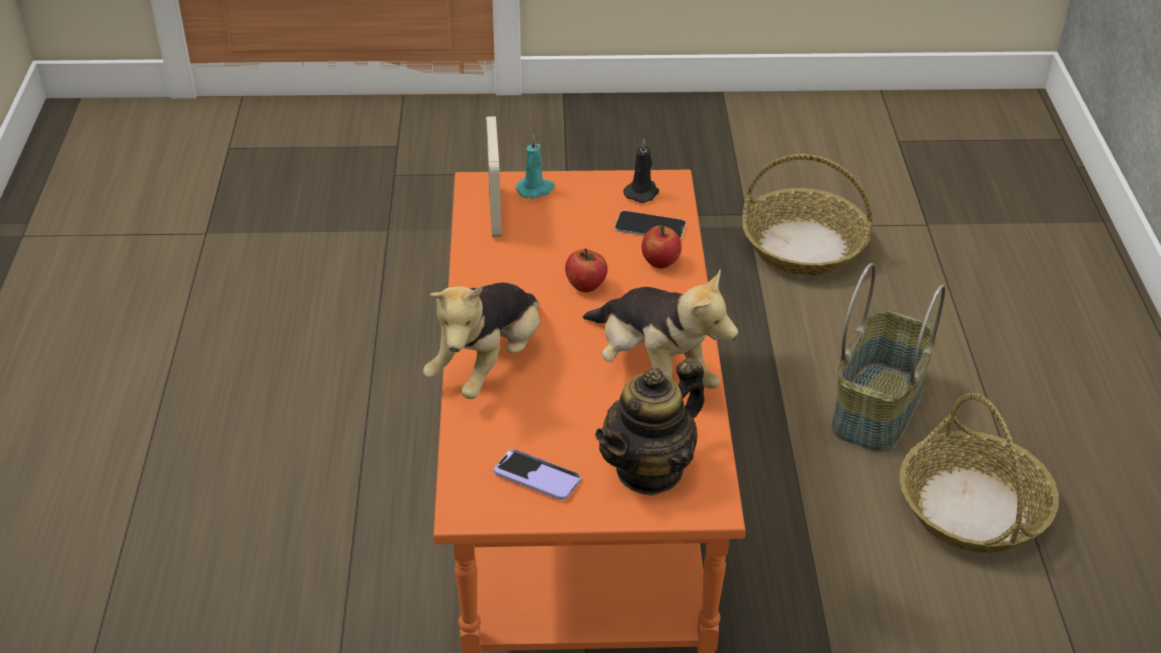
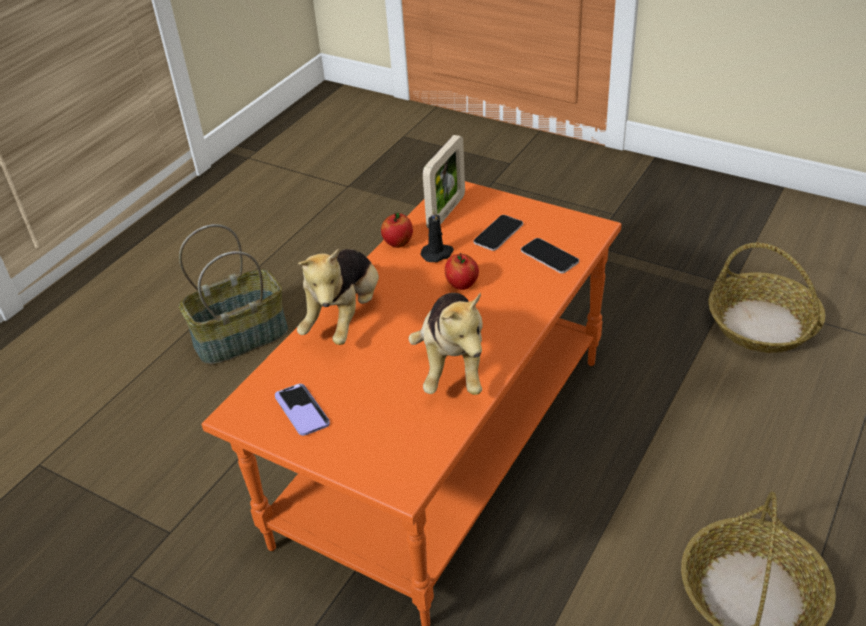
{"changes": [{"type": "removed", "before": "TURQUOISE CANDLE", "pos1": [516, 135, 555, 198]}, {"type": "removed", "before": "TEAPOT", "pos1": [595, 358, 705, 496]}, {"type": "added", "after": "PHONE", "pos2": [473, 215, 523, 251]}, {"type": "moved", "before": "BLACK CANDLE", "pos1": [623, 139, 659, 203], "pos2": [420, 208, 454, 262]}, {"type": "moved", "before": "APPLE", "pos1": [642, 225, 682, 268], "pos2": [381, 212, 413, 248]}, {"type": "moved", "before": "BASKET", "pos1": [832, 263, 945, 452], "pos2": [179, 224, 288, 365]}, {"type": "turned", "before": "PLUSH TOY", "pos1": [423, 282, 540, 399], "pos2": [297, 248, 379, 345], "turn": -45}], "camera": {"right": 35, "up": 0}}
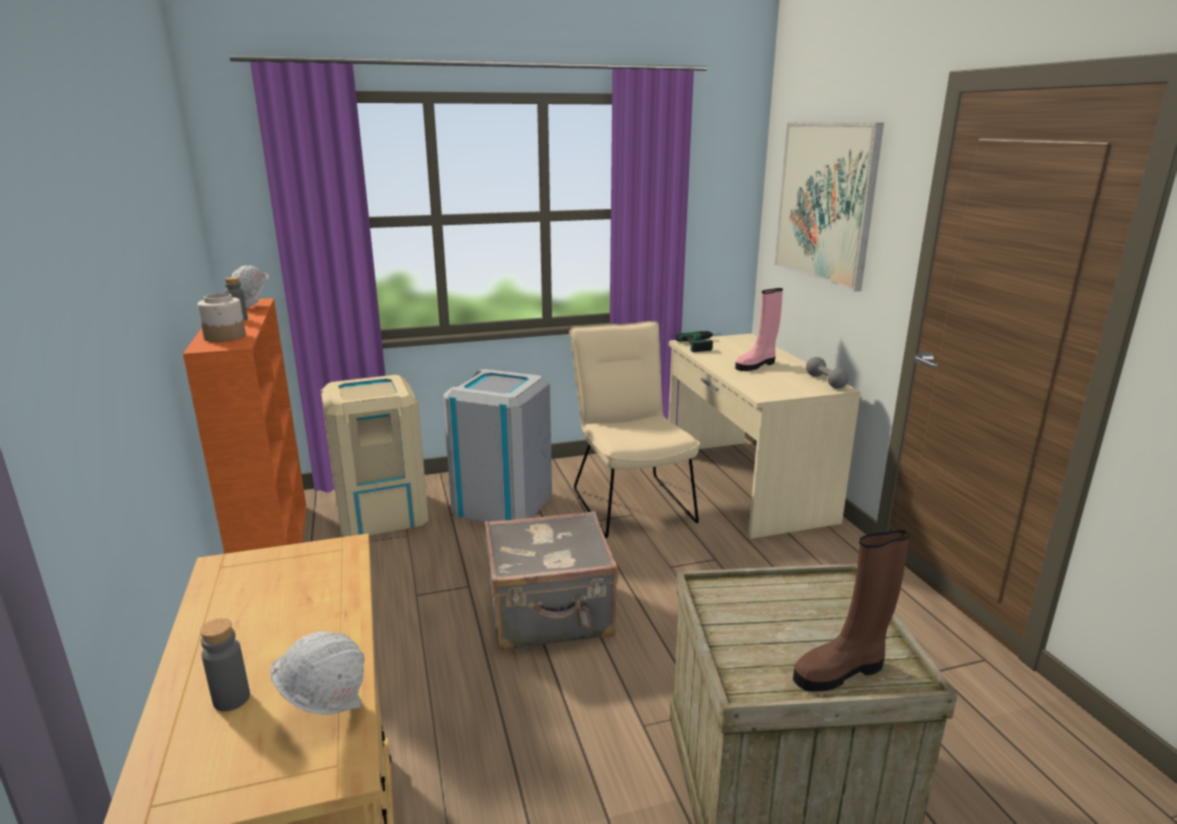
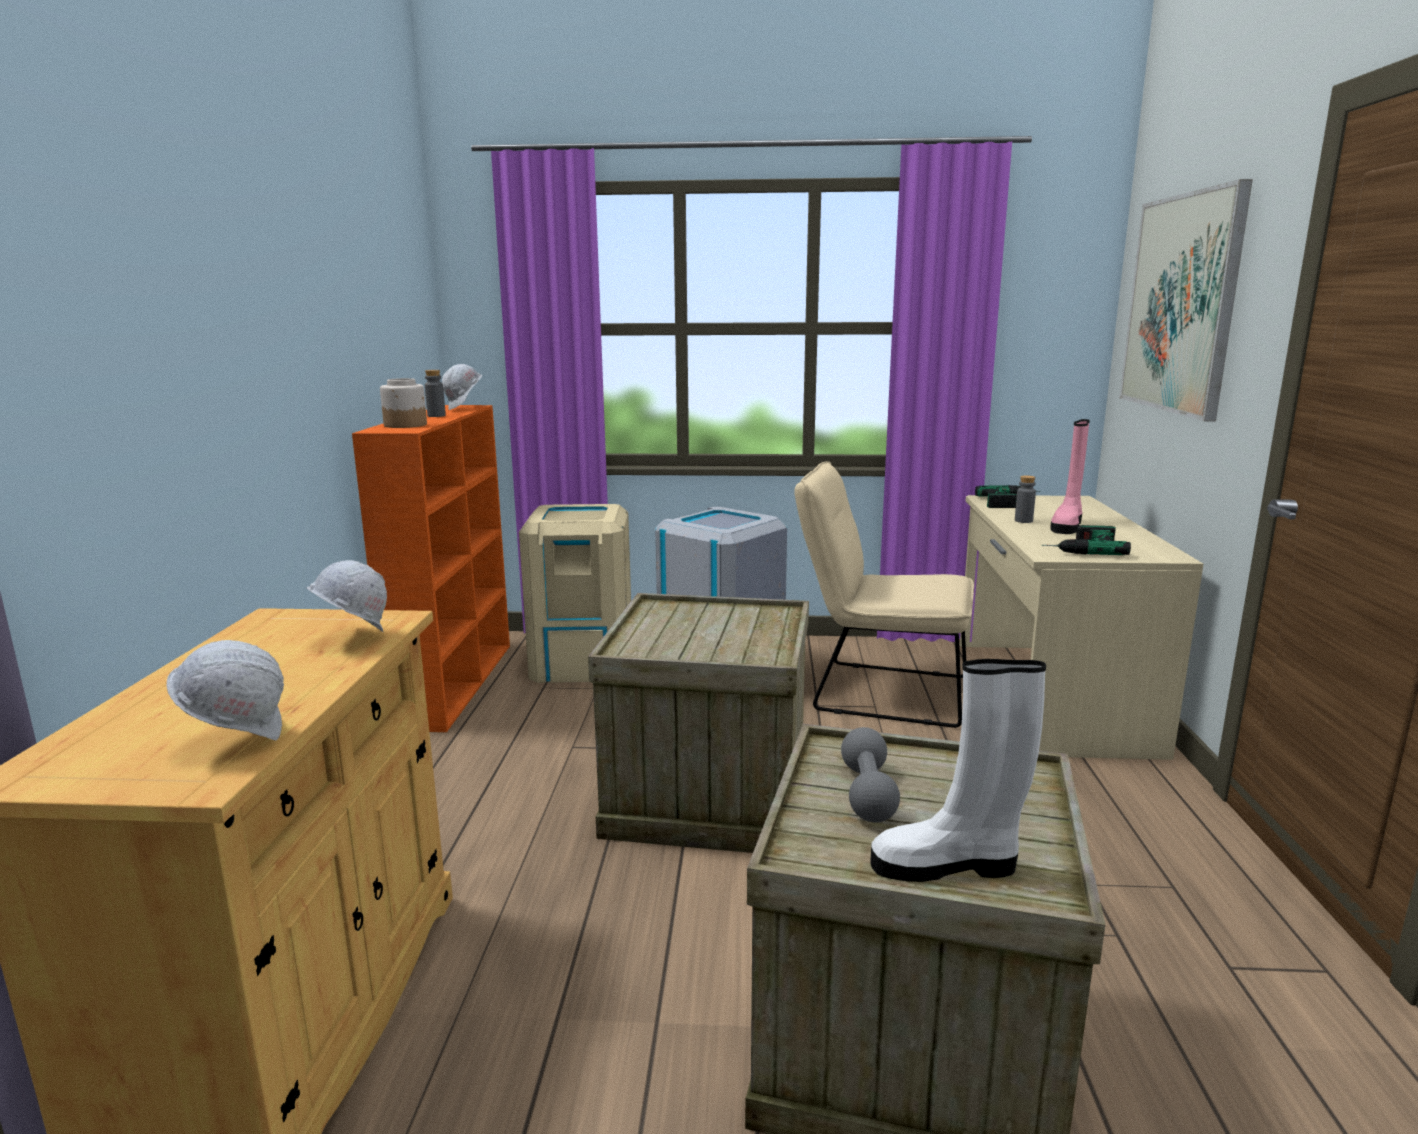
{"changes": [{"type": "added", "after": "WHITE HARD HAT", "pos2": [307, 560, 387, 632]}, {"type": "added", "after": "POWER DRILL", "pos2": [1042, 525, 1131, 555]}, {"type": "moved", "before": "GREY BOTTLE", "pos1": [200, 618, 250, 711], "pos2": [1015, 475, 1036, 523]}, {"type": "moved", "before": "GREY DUMBBELL", "pos1": [806, 357, 849, 389], "pos2": [841, 727, 900, 822]}, {"type": "replaced", "before": "GREY SUITCASE", "after": "CRATE", "pos1": [485, 511, 618, 651], "pos2": [588, 593, 809, 853]}, {"type": "recoloured", "before": "BROWN BOOT", "after": "WHITE BOOT", "pos1": [793, 530, 909, 692], "pos2": [870, 659, 1046, 882]}, {"type": "turned", "before": "BEIGE CHAIR", "pos1": [569, 321, 700, 538], "pos2": [794, 461, 974, 728], "turn": -75}, {"type": "turned", "before": "PINK BOOT", "pos1": [735, 288, 783, 371], "pos2": [1050, 419, 1090, 534], "turn": -45}], "camera": {"right": 20, "up": -5}}
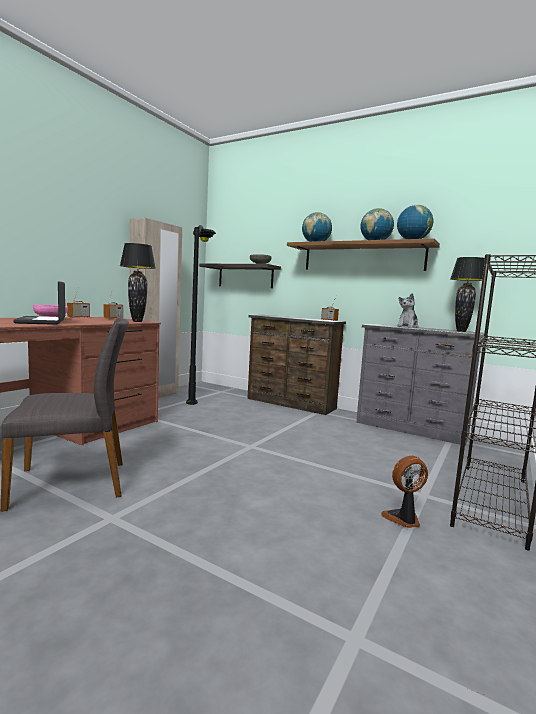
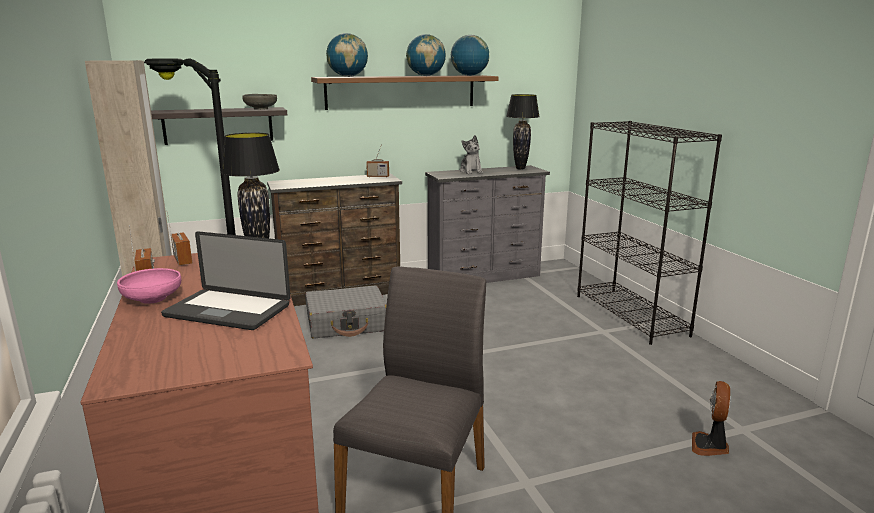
{"changes": [{"type": "added", "after": "GREY SUITCASE", "pos2": [305, 286, 387, 339]}, {"type": "moved", "before": "FAN", "pos1": [381, 456, 428, 528], "pos2": [692, 381, 730, 456]}], "camera": {"right": -50, "up": 10}}
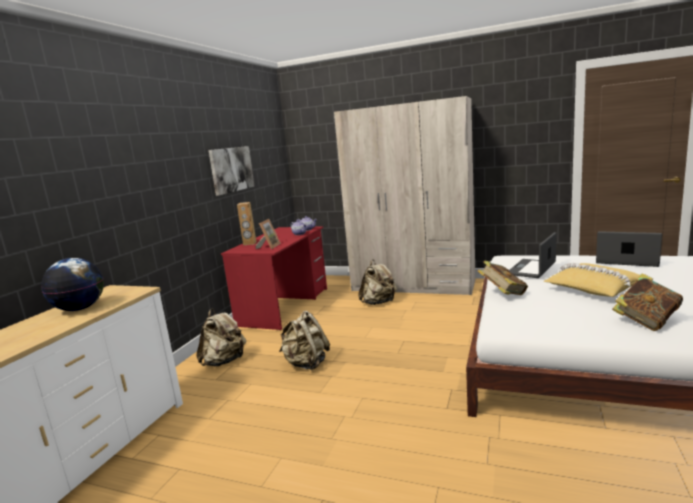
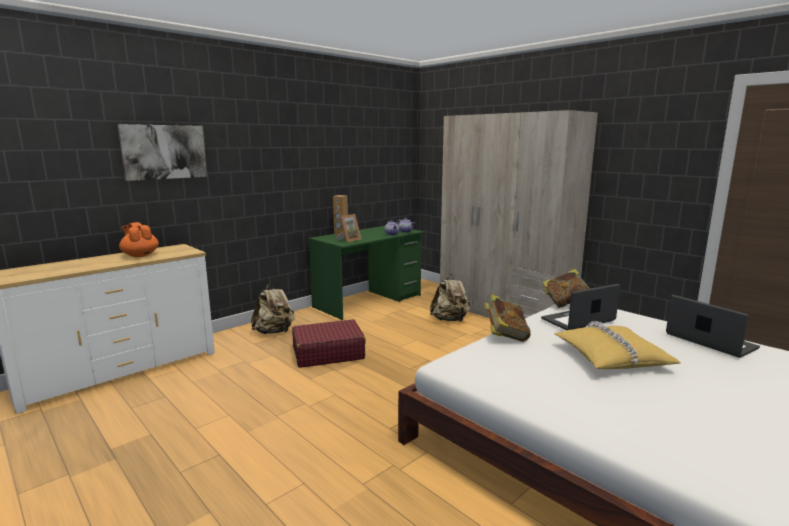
{"changes": [{"type": "moved", "before": "PICTURE", "pos1": [208, 146, 255, 196], "pos2": [117, 124, 207, 181]}, {"type": "moved", "before": "BOOK", "pos1": [612, 273, 683, 331], "pos2": [542, 269, 590, 308]}, {"type": "replaced", "before": "GLOBE", "after": "ORANGE TEAPOT", "pos1": [41, 258, 104, 311], "pos2": [119, 222, 159, 257]}, {"type": "replaced", "before": "BEIGE BACKPACK", "after": "RED SUITCASE", "pos1": [279, 311, 330, 370], "pos2": [292, 319, 366, 368]}, {"type": "recoloured", "before": "RED DESK", "after": "GREEN DESK", "pos1": [221, 226, 327, 330], "pos2": [308, 226, 424, 320]}], "camera": {"right": 25, "up": 0}}
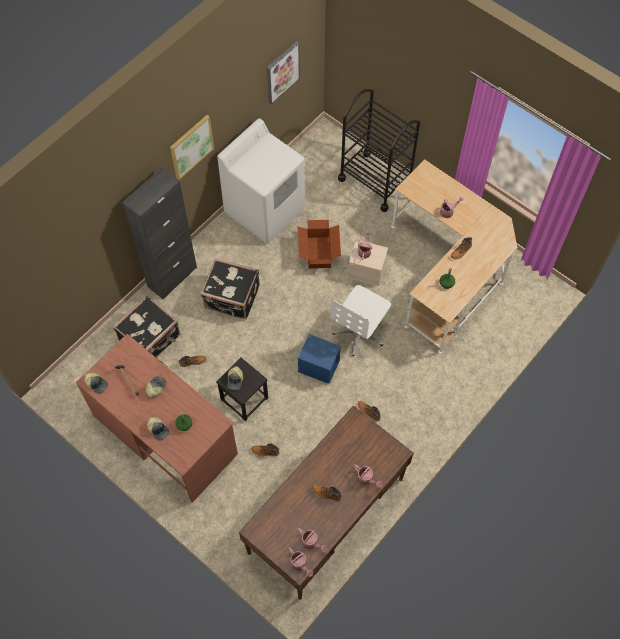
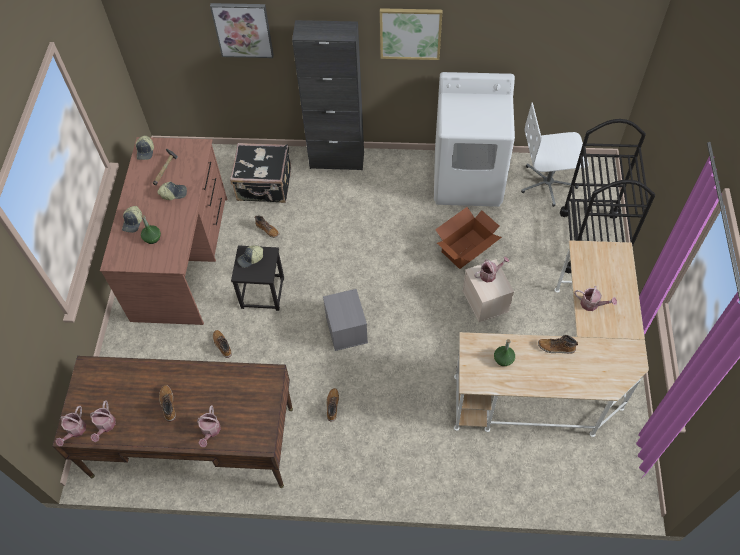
{"changes": [{"type": "removed", "before": "BLACK SUITCASE", "pos1": [201, 258, 260, 320]}, {"type": "moved", "before": "PICTURE", "pos1": [267, 41, 300, 104], "pos2": [210, 3, 274, 58]}, {"type": "moved", "before": "WHITE OFFICE CHAIR", "pos1": [330, 285, 391, 356], "pos2": [521, 103, 589, 207]}, {"type": "recoloured", "before": "BLUE STORAGE BOX", "after": "GREY STORAGE BOX", "pos1": [298, 334, 341, 384], "pos2": [323, 289, 368, 351]}], "camera": {"right": 55, "up": -5}}
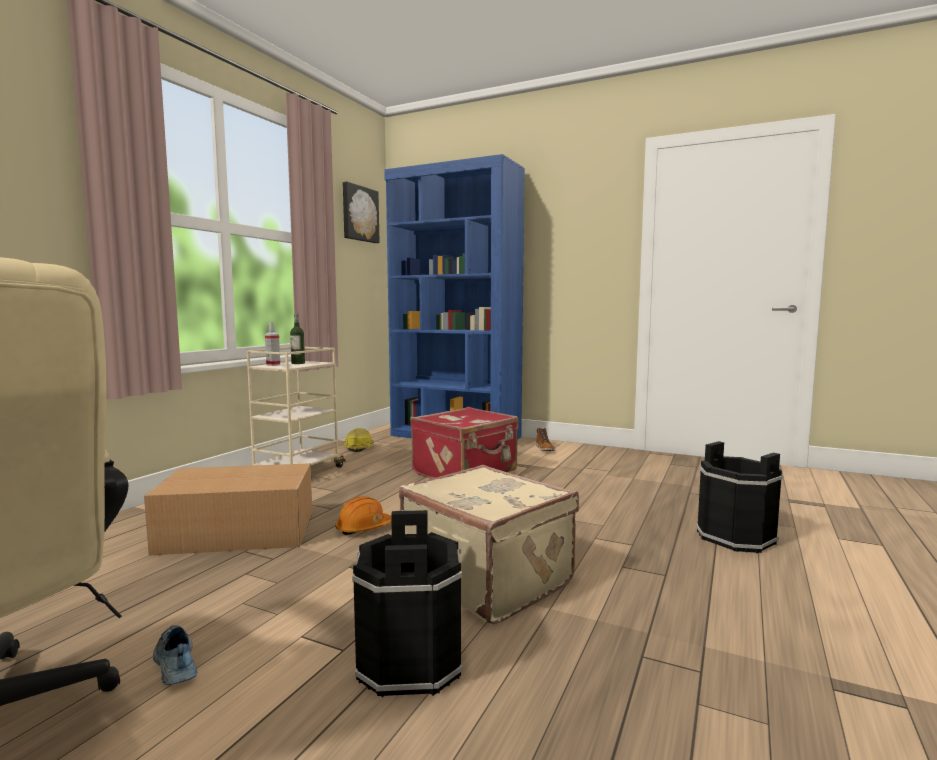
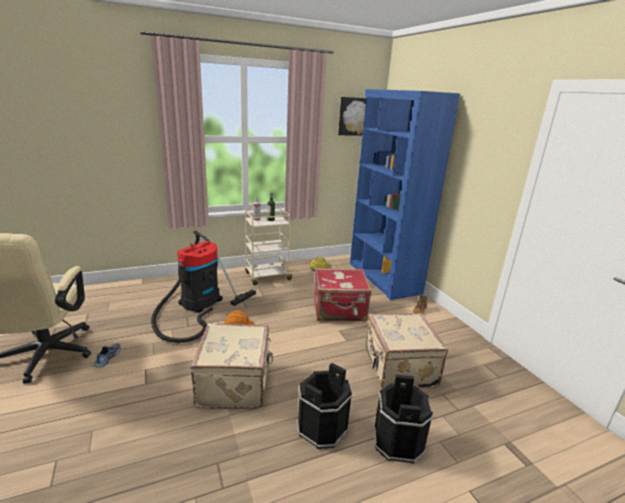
{"changes": [{"type": "added", "after": "BEIGE SUITCASE", "pos2": [365, 313, 448, 389]}, {"type": "moved", "before": "BLACK BUCKET", "pos1": [352, 510, 462, 697], "pos2": [297, 363, 353, 449]}, {"type": "replaced", "before": "CARDBOARD BOX", "after": "VACUUM CLEANER", "pos1": [144, 463, 313, 556], "pos2": [151, 230, 256, 343]}], "camera": {"right": 40, "up": 15}}
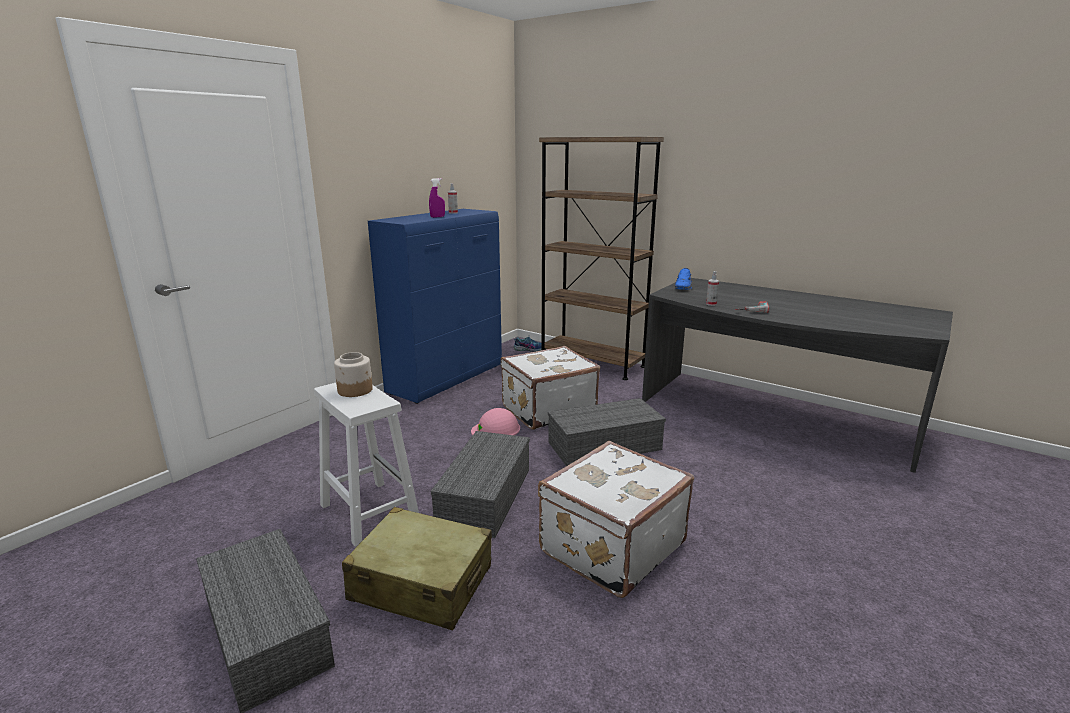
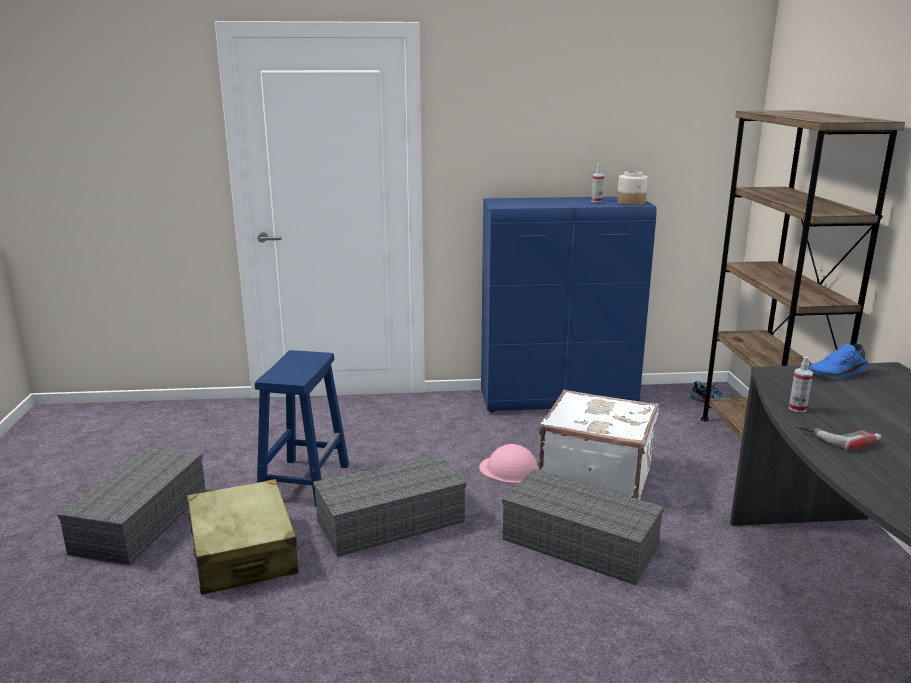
{"changes": [{"type": "removed", "before": "PURPLE SPRAY BOTTLE", "pos1": [429, 178, 445, 218]}, {"type": "removed", "before": "WHITE SUITCASE", "pos1": [538, 441, 694, 598]}, {"type": "moved", "before": "JAR", "pos1": [334, 352, 373, 397], "pos2": [617, 171, 648, 205]}, {"type": "recoloured", "before": "WHITE STOOL", "after": "BLUE STOOL", "pos1": [314, 383, 419, 547], "pos2": [255, 350, 349, 507]}], "camera": {"right": 50, "up": 0}}
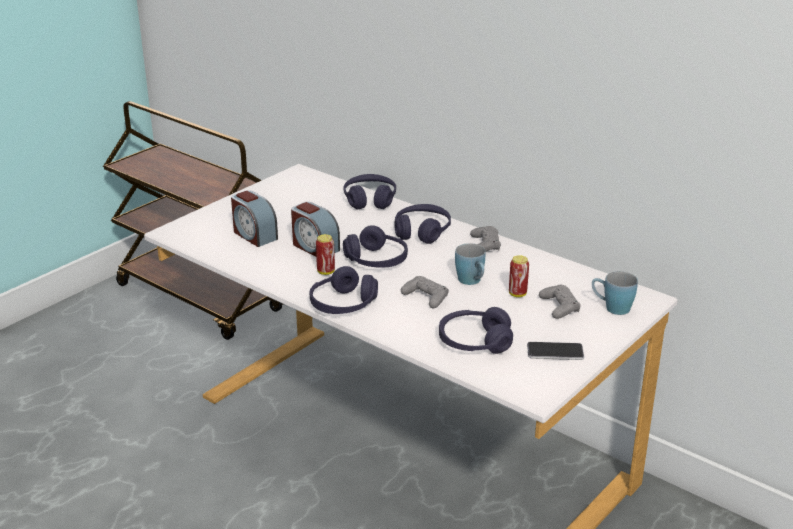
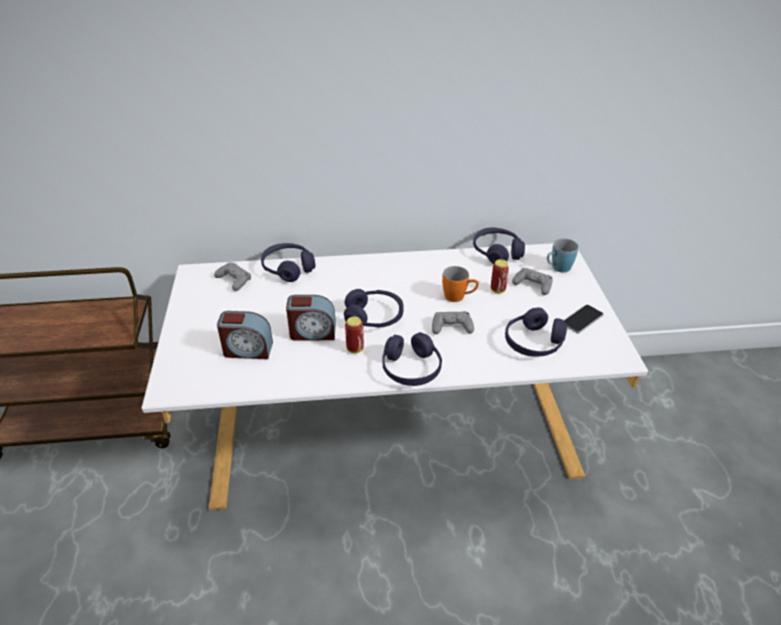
{"changes": [{"type": "moved", "before": "PURPLE HEADPHONES", "pos1": [394, 204, 451, 244], "pos2": [473, 228, 525, 264]}, {"type": "moved", "before": "GREY GAME CONTROLLER", "pos1": [470, 226, 501, 252], "pos2": [214, 262, 251, 291]}, {"type": "recoloured", "before": "BLUE MUG", "after": "ORANGE MUG", "pos1": [455, 243, 485, 285], "pos2": [442, 266, 479, 302]}], "camera": {"right": -45, "up": 10}}
